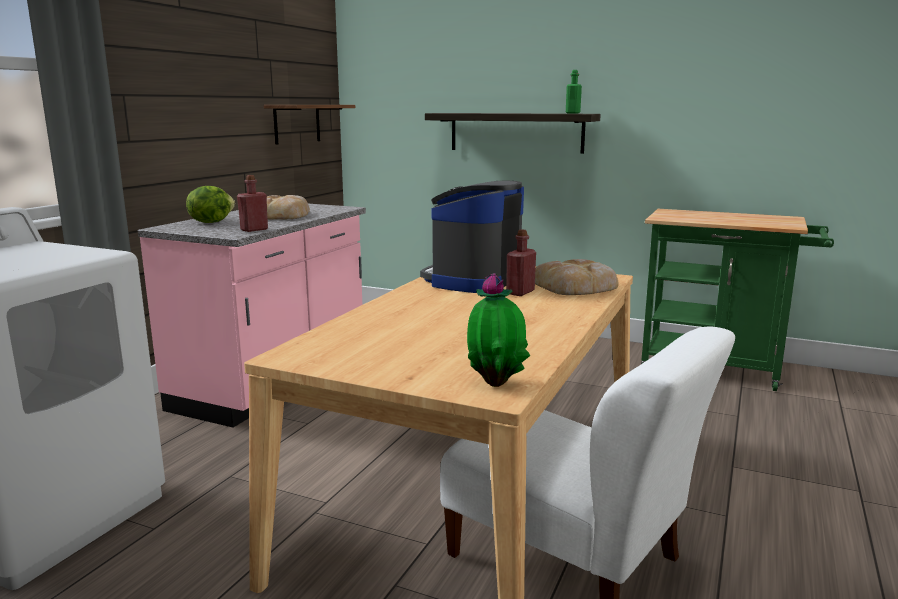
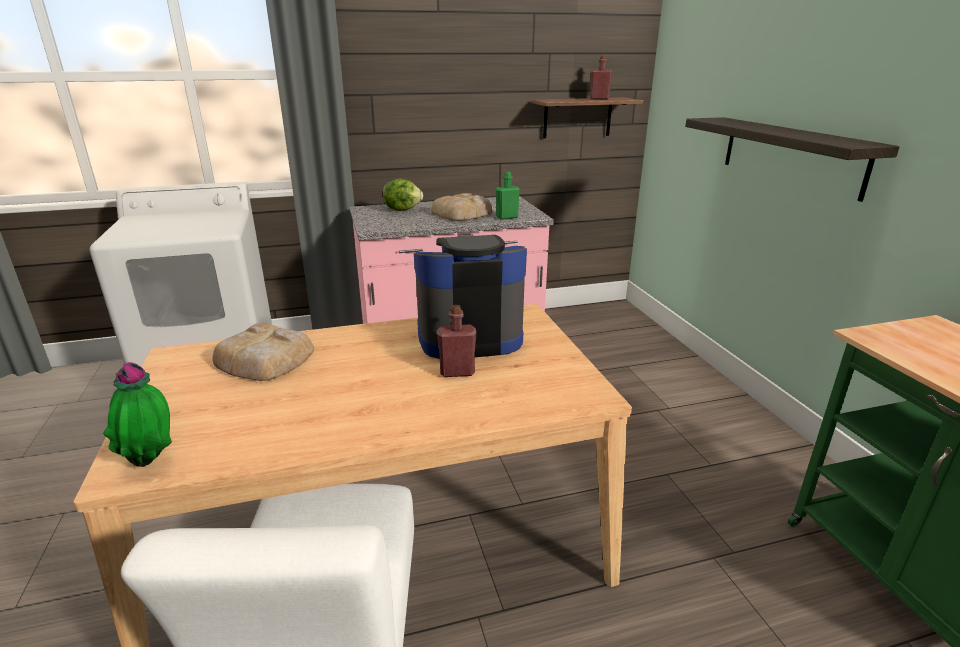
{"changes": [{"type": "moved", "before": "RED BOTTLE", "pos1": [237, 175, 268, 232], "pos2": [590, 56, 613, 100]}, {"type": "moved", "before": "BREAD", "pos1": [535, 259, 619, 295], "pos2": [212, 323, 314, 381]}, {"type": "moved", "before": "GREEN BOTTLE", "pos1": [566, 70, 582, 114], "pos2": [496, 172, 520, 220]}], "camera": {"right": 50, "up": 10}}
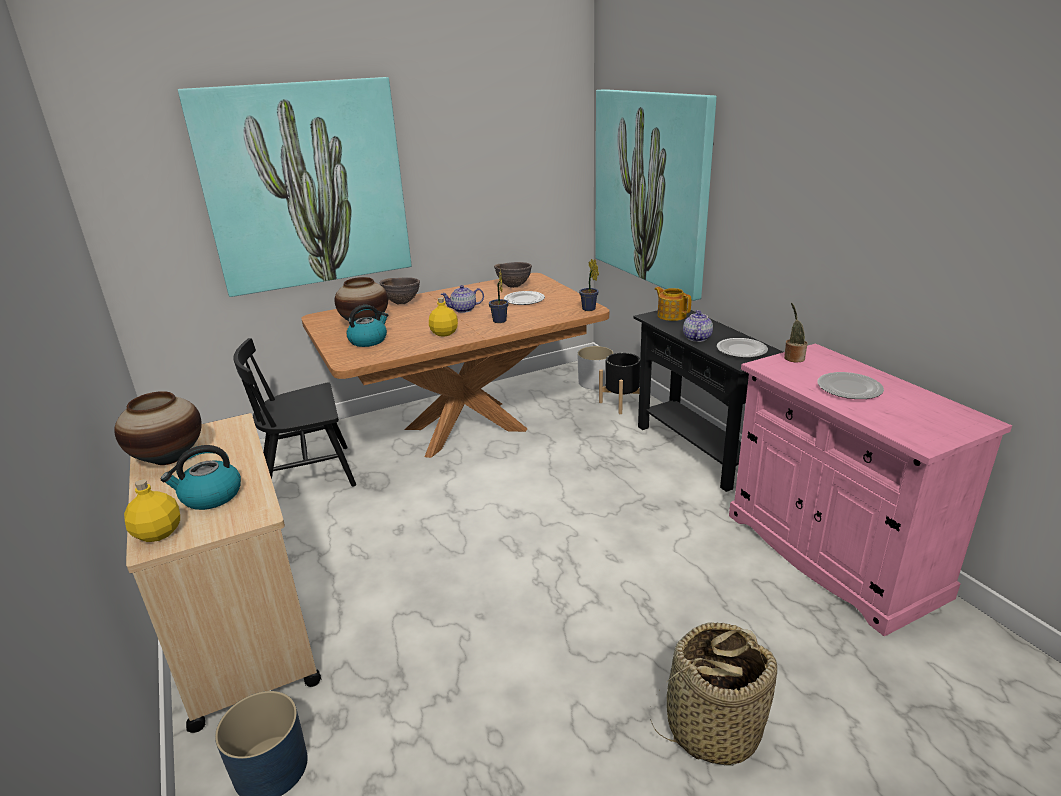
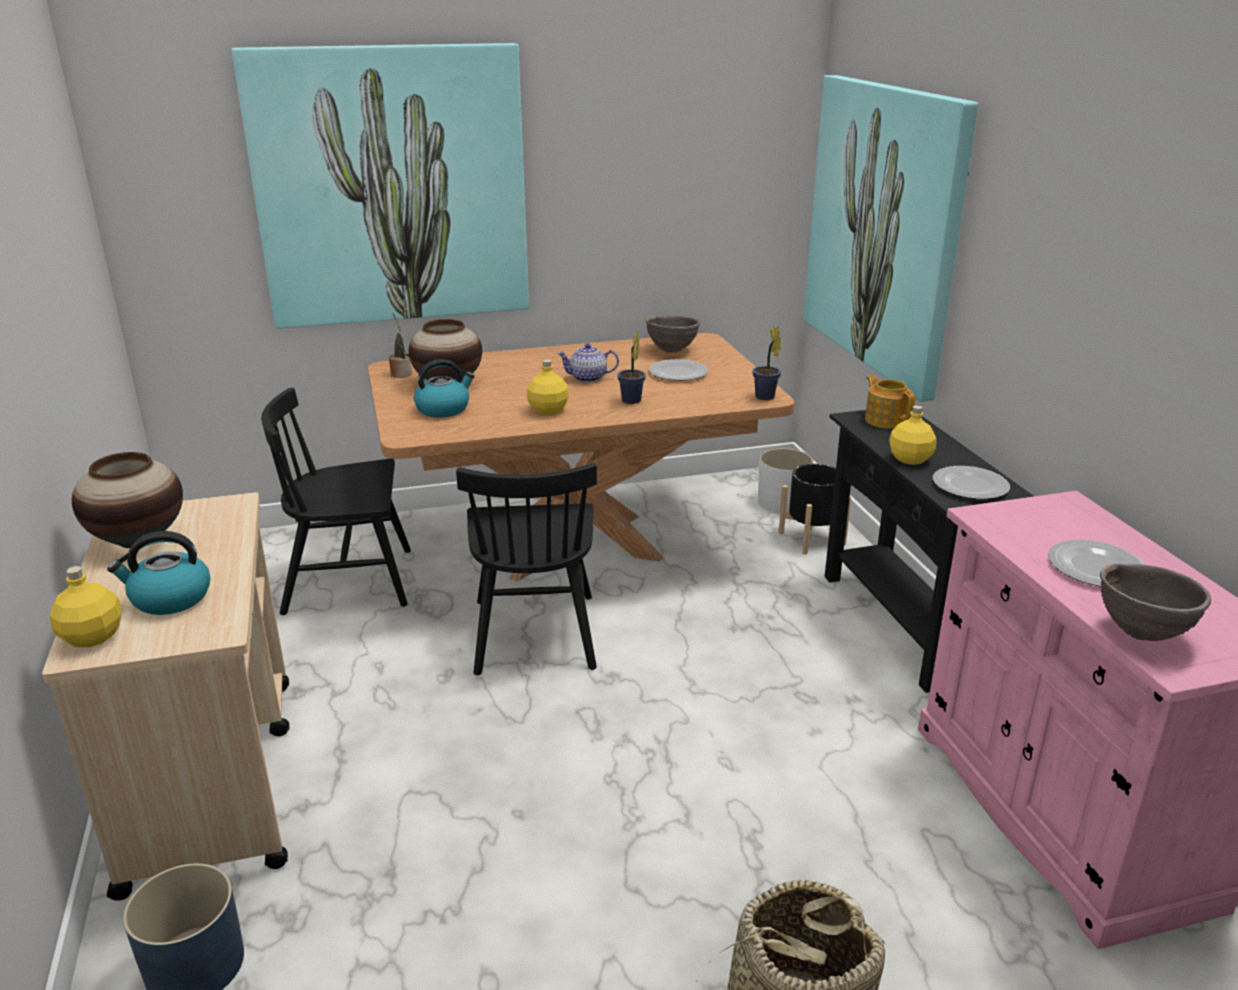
{"changes": [{"type": "added", "after": "BLACK CHAIR", "pos2": [456, 463, 597, 675]}, {"type": "moved", "before": "BROWN BOWL", "pos1": [380, 277, 420, 304], "pos2": [1100, 564, 1211, 641]}, {"type": "moved", "before": "POTTED PLANT", "pos1": [784, 303, 807, 362], "pos2": [389, 313, 412, 378]}, {"type": "replaced", "before": "TEAPOT", "after": "YELLOW BOTTLE", "pos1": [683, 310, 713, 342], "pos2": [889, 405, 936, 465]}], "camera": {"right": 10, "up": 0}}
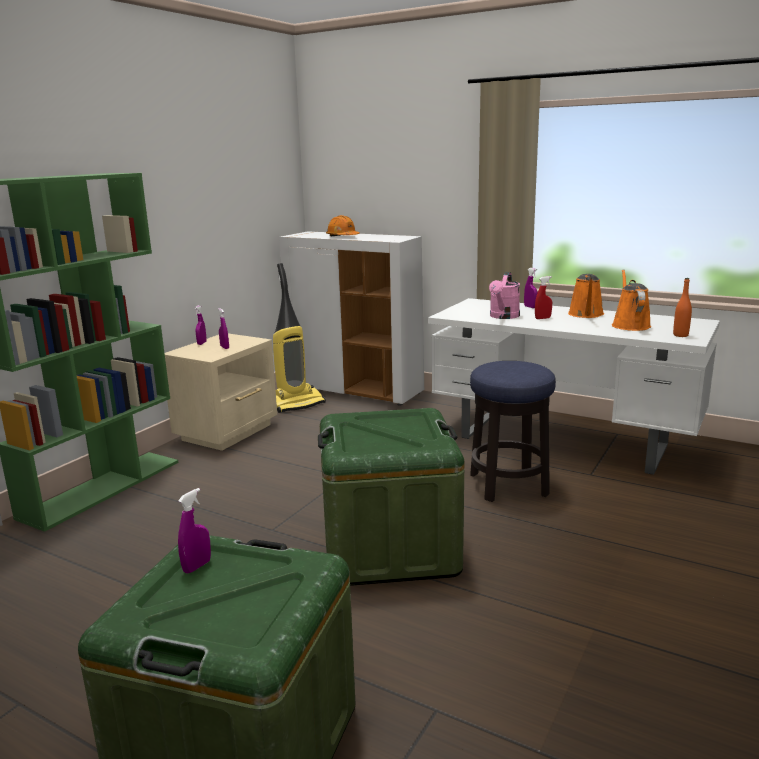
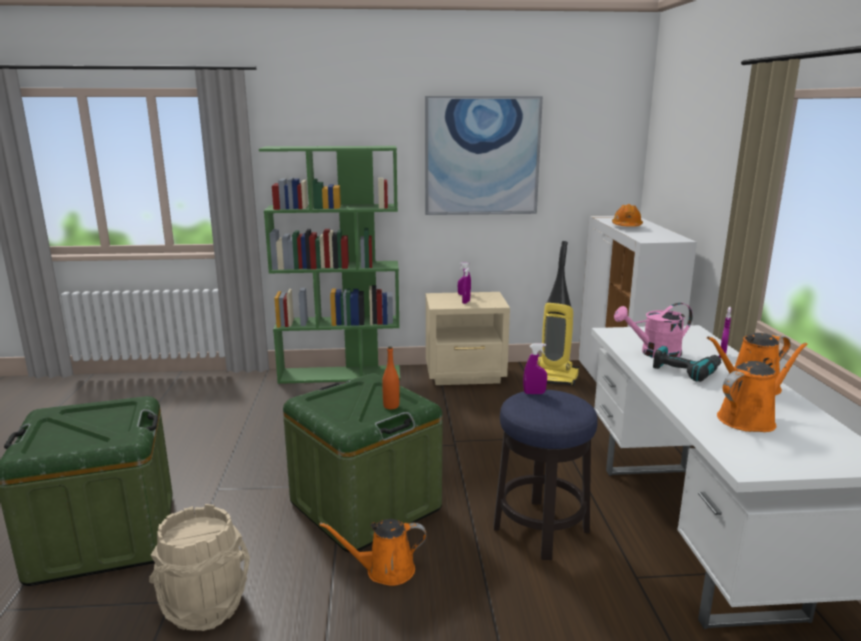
{"changes": [{"type": "added", "after": "BEIGE BUCKET", "pos2": [149, 504, 250, 631]}, {"type": "added", "after": "ORANGE WATERING CAN", "pos2": [319, 519, 427, 586]}, {"type": "added", "after": "PICTURE", "pos2": [425, 96, 543, 215]}, {"type": "moved", "before": "PURPLE SPRAY BOTTLE", "pos1": [178, 488, 211, 574], "pos2": [523, 343, 547, 394]}, {"type": "moved", "before": "ORANGE BOTTLE", "pos1": [673, 278, 692, 337], "pos2": [382, 346, 399, 410]}, {"type": "replaced", "before": "RED SPRAY BOTTLE", "after": "POWER DRILL", "pos1": [535, 276, 552, 319], "pos2": [653, 346, 721, 382]}], "camera": {"right": 55, "up": 0}}
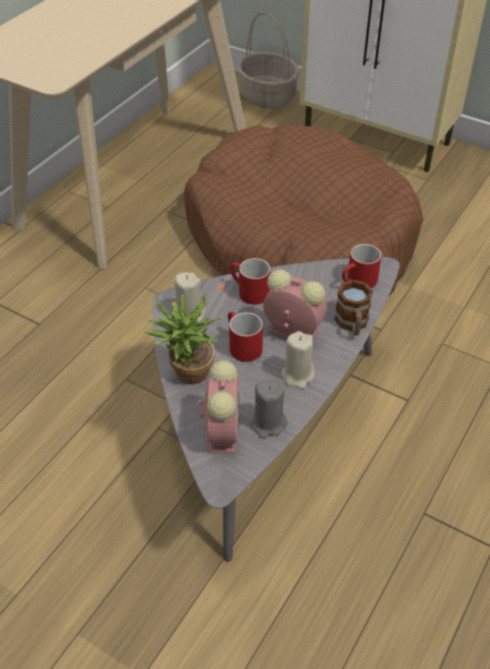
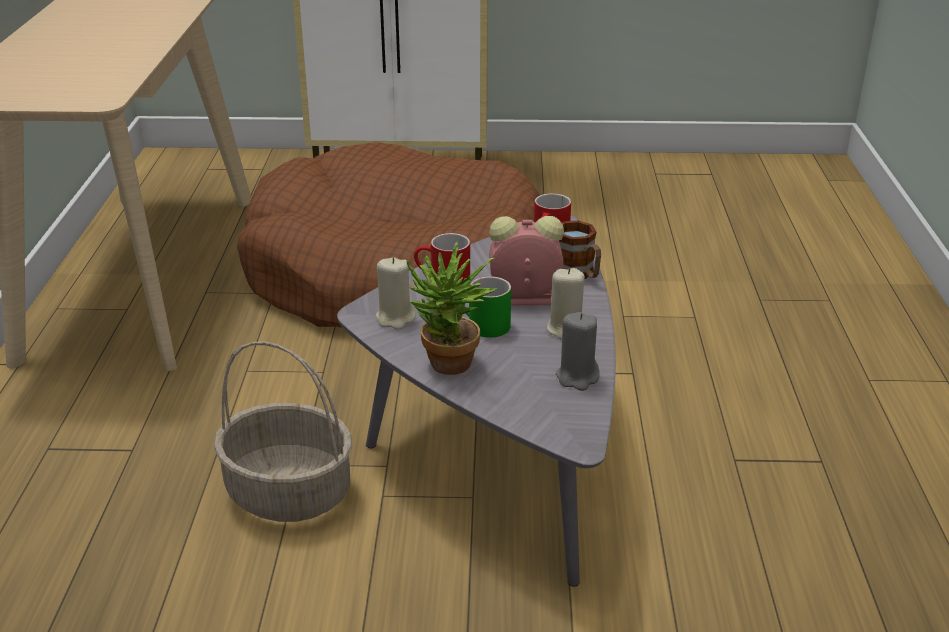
{"changes": [{"type": "removed", "before": "ALARM CLOCK", "pos1": [199, 360, 240, 454]}, {"type": "moved", "before": "BASKET", "pos1": [237, 12, 299, 109], "pos2": [214, 341, 352, 522]}, {"type": "recoloured", "before": "RED MUG", "after": "GREEN MUG", "pos1": [228, 312, 263, 362], "pos2": [465, 276, 511, 338]}], "camera": {"right": -30, "up": -15}}
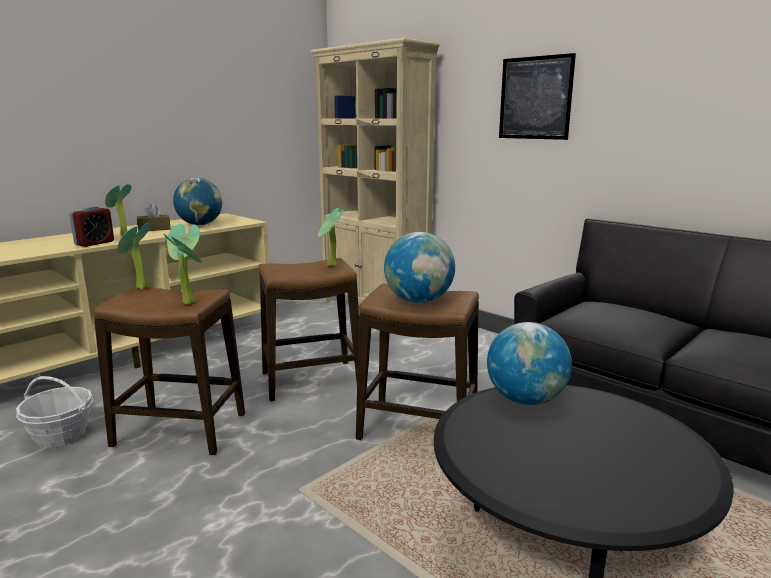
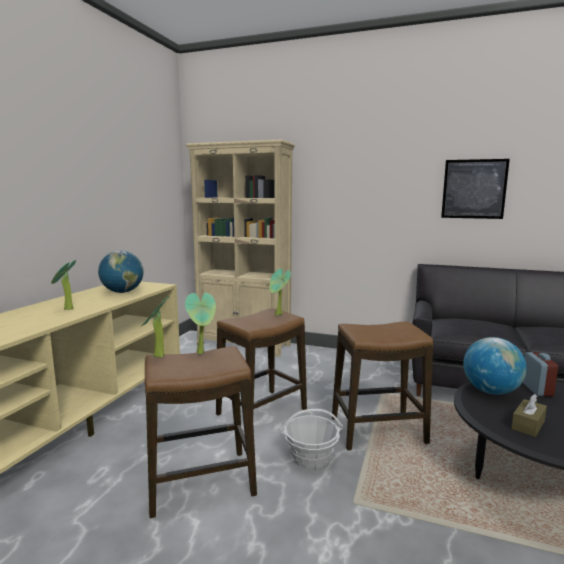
{"changes": [{"type": "removed", "before": "POTTED PLANT", "pos1": [163, 234, 202, 305]}, {"type": "removed", "before": "GLOBE", "pos1": [384, 232, 455, 303]}, {"type": "moved", "before": "BASKET", "pos1": [16, 376, 93, 447], "pos2": [280, 409, 343, 469]}, {"type": "moved", "before": "ALARM CLOCK", "pos1": [69, 206, 114, 247], "pos2": [522, 352, 558, 397]}, {"type": "moved", "before": "BROWN TISSUE BOX", "pos1": [137, 204, 170, 231], "pos2": [511, 394, 547, 437]}, {"type": "moved", "before": "PICTURE", "pos1": [499, 53, 576, 140], "pos2": [441, 159, 510, 219]}], "camera": {"right": -25, "up": -5}}
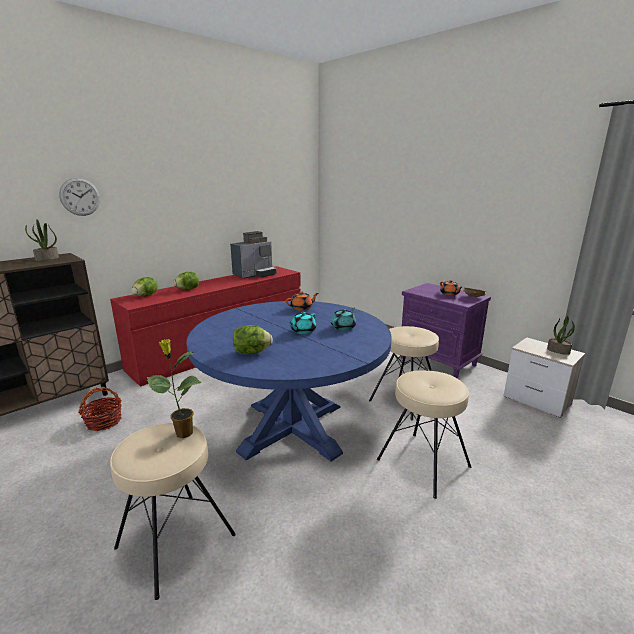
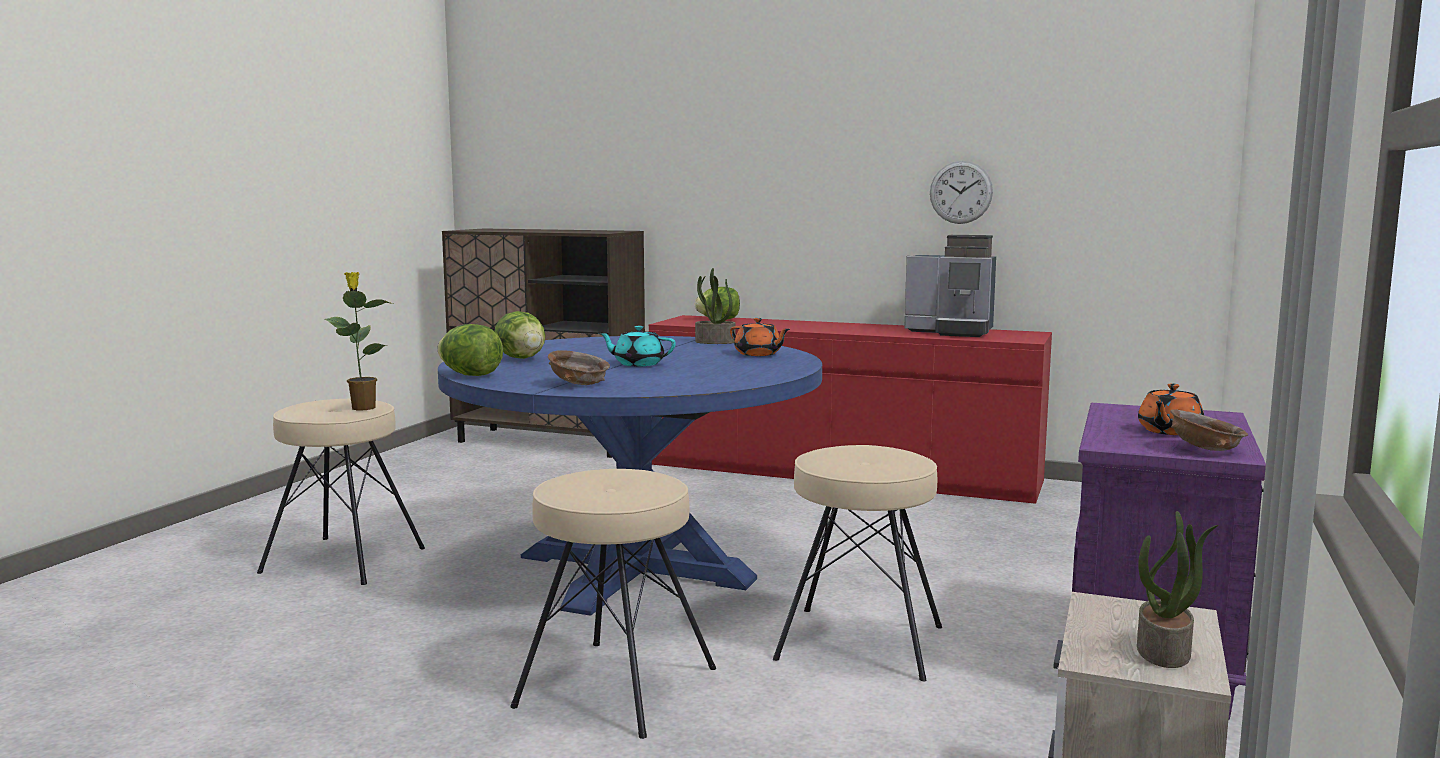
{"changes": [{"type": "removed", "before": "BASKET", "pos1": [78, 387, 122, 431]}, {"type": "removed", "before": "TURQUOISE TEAPOT", "pos1": [331, 307, 356, 331]}, {"type": "added", "after": "BROWN BOWL", "pos2": [548, 350, 610, 385]}, {"type": "moved", "before": "POTTED PLANT", "pos1": [25, 219, 59, 261], "pos2": [695, 268, 736, 344]}, {"type": "moved", "before": "WALL CLOCK", "pos1": [59, 178, 100, 216], "pos2": [930, 161, 993, 224]}, {"type": "moved", "before": "LETTUCE", "pos1": [173, 272, 199, 289], "pos2": [437, 324, 503, 376]}], "camera": {"right": 65, "up": -10}}
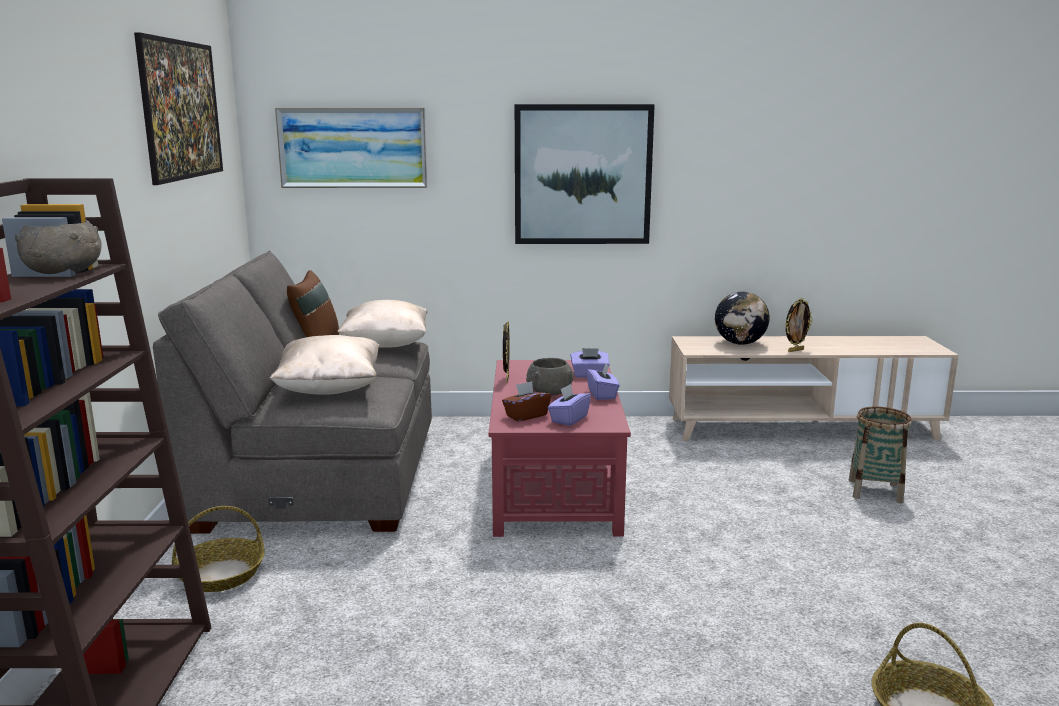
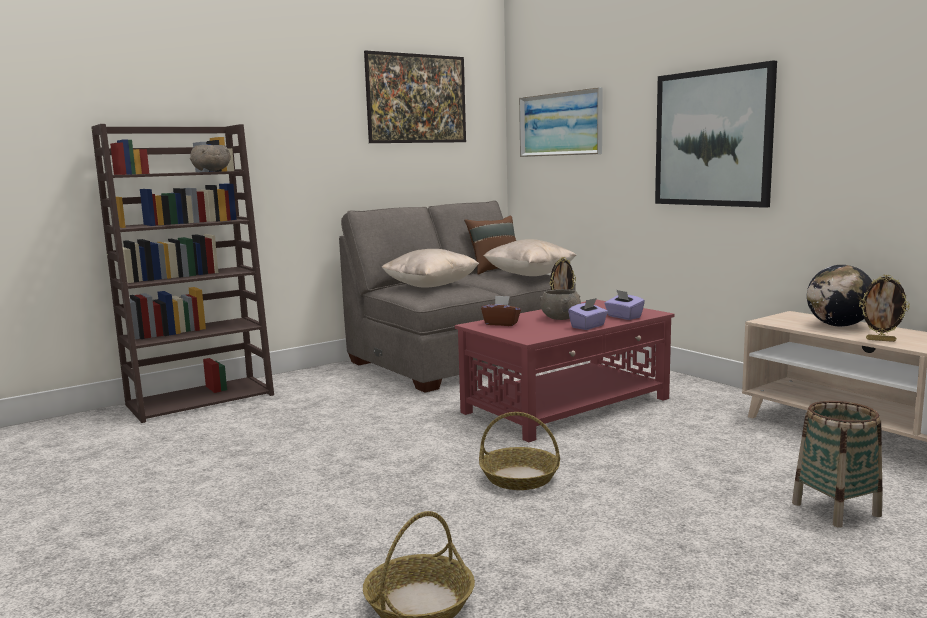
{"changes": [{"type": "removed", "before": "PURPLE TISSUE BOX", "pos1": [548, 384, 591, 426]}, {"type": "moved", "before": "BASKET", "pos1": [172, 506, 265, 592], "pos2": [479, 412, 560, 490]}], "camera": {"right": 55, "up": -5}}
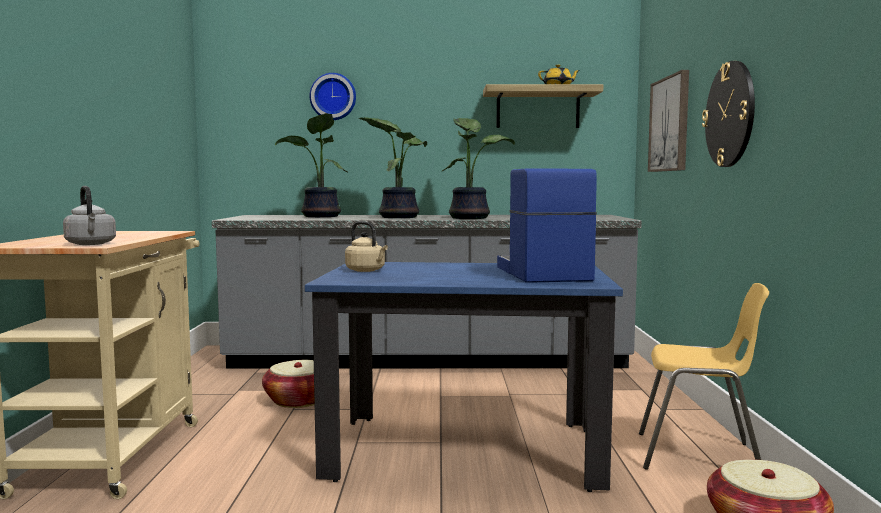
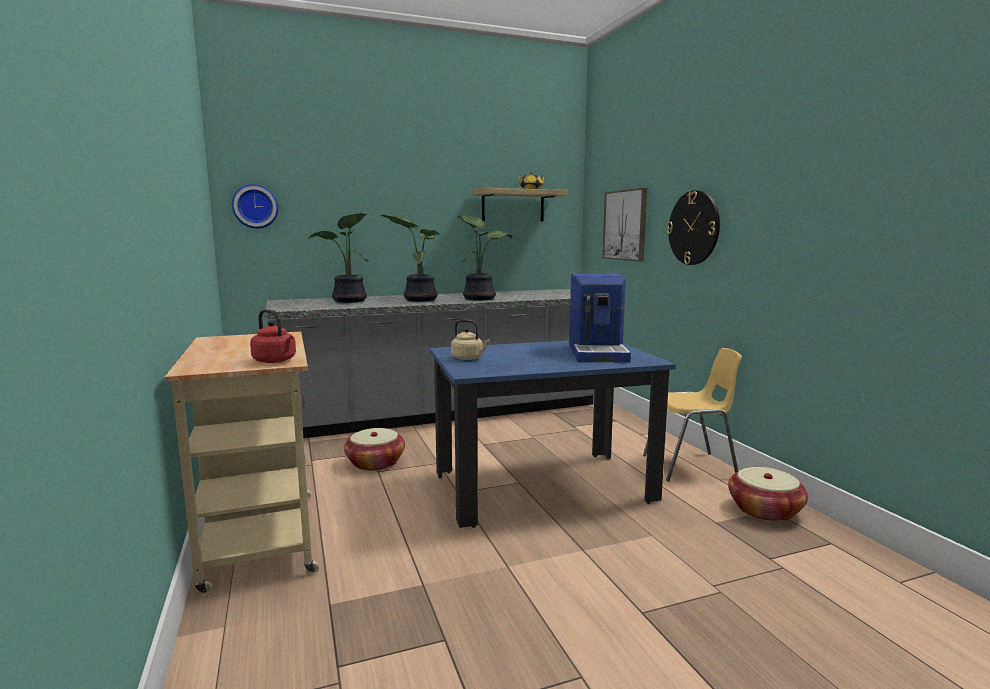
{"changes": [{"type": "moved", "before": "WALL CLOCK", "pos1": [310, 73, 356, 120], "pos2": [232, 184, 279, 229]}, {"type": "recoloured", "before": "GREY KETTLE", "after": "RED KETTLE", "pos1": [63, 186, 116, 245], "pos2": [250, 309, 296, 363]}, {"type": "turned", "before": "COFFEE MACHINE", "pos1": [497, 168, 597, 283], "pos2": [569, 273, 631, 363], "turn": -150}], "camera": {"right": -20, "up": 5}}
